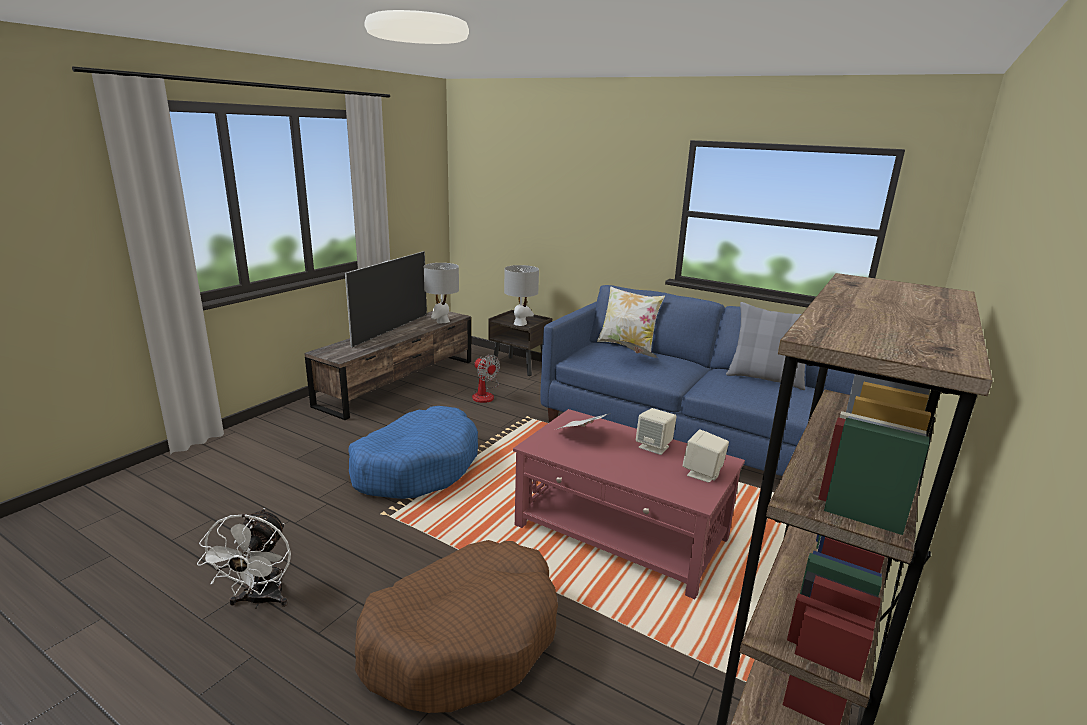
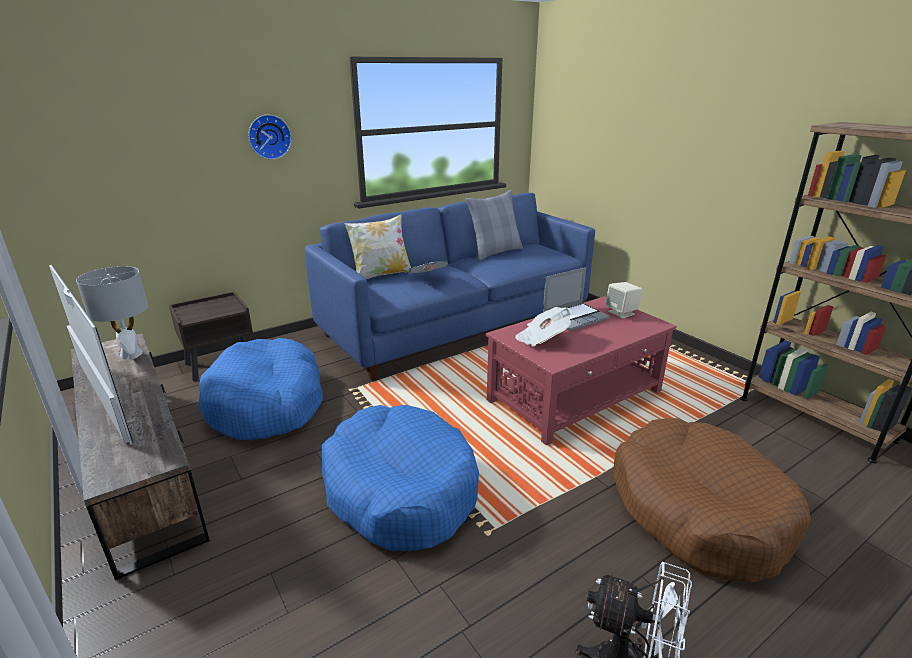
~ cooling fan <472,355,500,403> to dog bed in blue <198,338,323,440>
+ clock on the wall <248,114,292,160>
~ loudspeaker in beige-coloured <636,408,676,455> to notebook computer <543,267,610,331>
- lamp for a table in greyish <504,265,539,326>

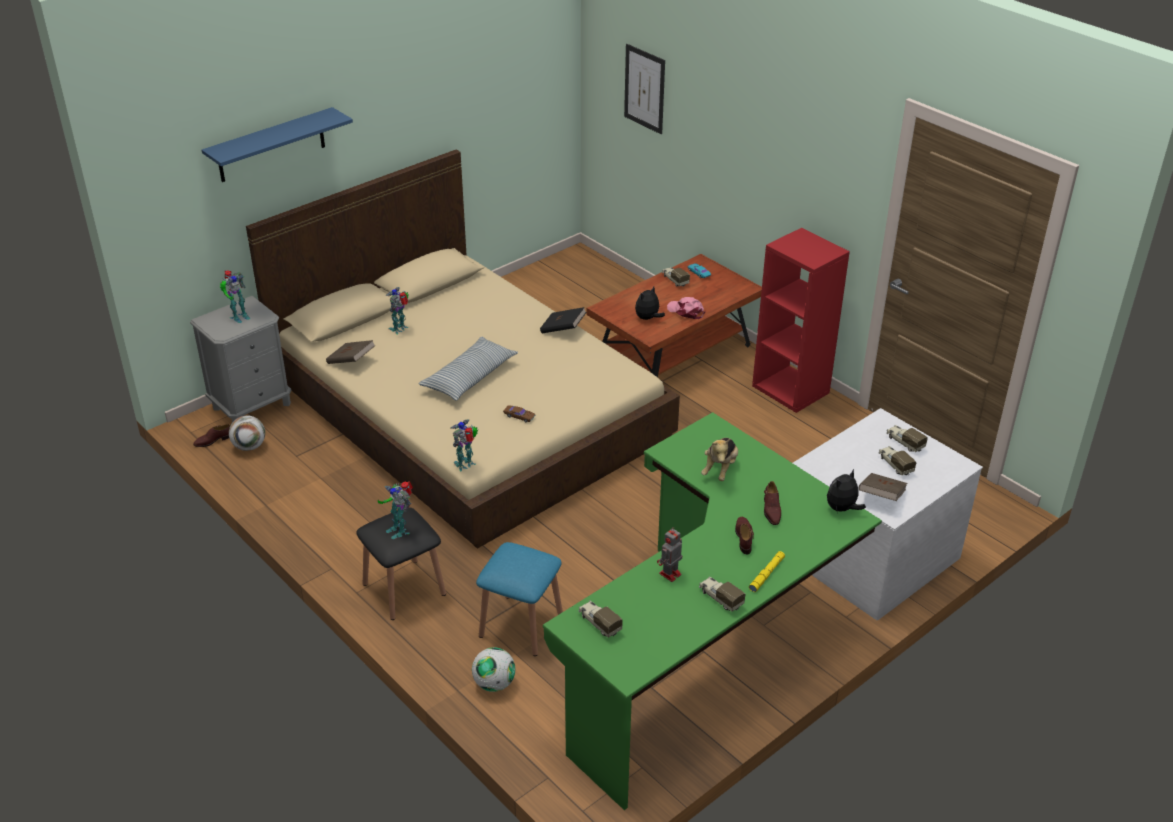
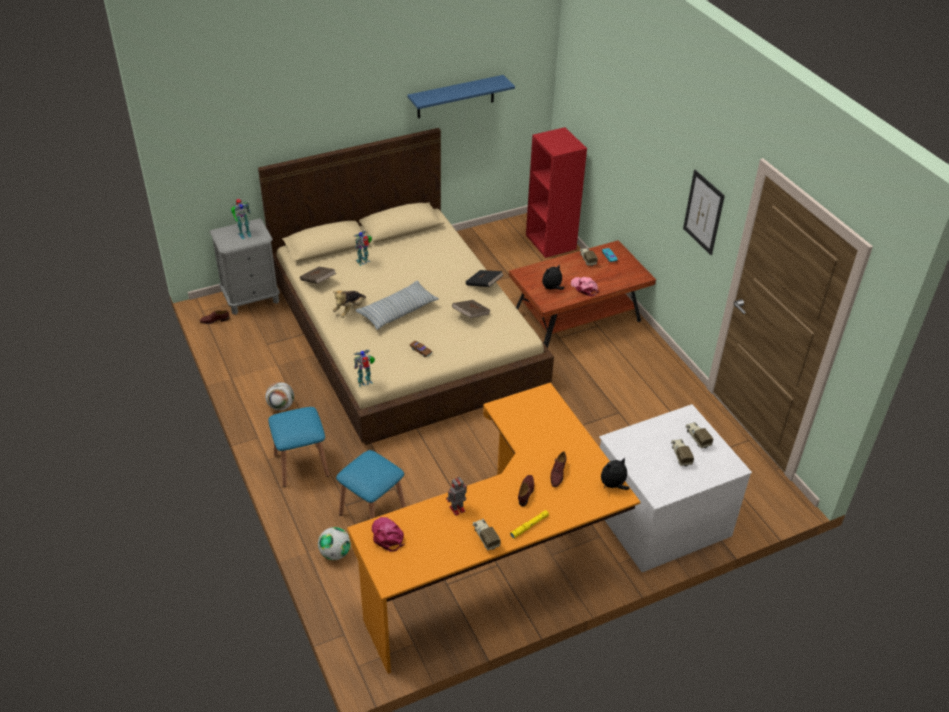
~ ball for football <229,415,265,451> to <265,382,294,411>
~ sitting stool in black <356,507,446,620> to sitting stool in blue <268,407,329,487>
~ cuddly toy <701,438,738,481> to <333,290,366,318>
~ desk table in green-coloured <543,412,882,810> to desk table in orange <347,383,640,674>
~ toy lorry <578,601,623,638> to baseball cap in pink-coloured <372,517,405,552>
~ bracket shelf in blue <202,107,353,182> to <407,75,515,118>
~ bound book in brown <859,473,908,501> to <452,300,490,318>
~ bookshelf in red <752,228,850,413> to <526,127,587,258>
~ wall picture <624,44,665,134> to <683,170,725,255>
- robot figure <378,481,413,539>

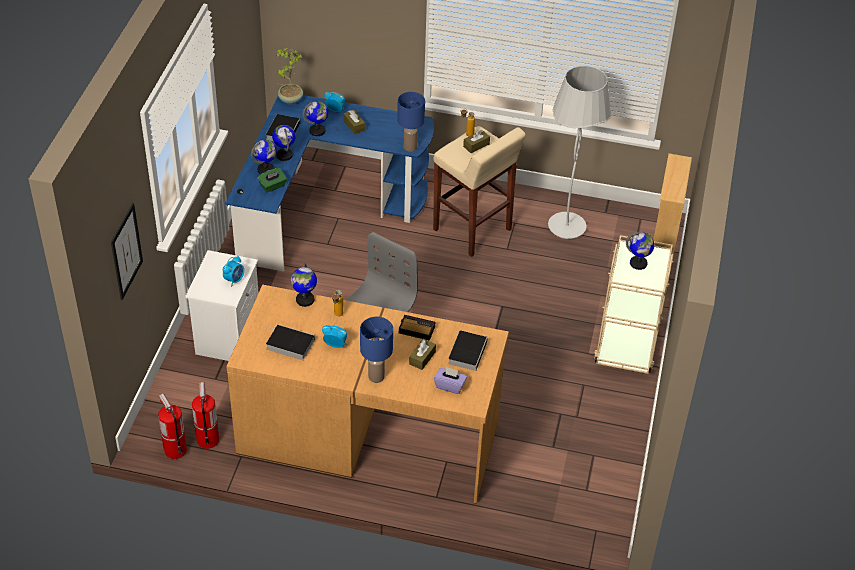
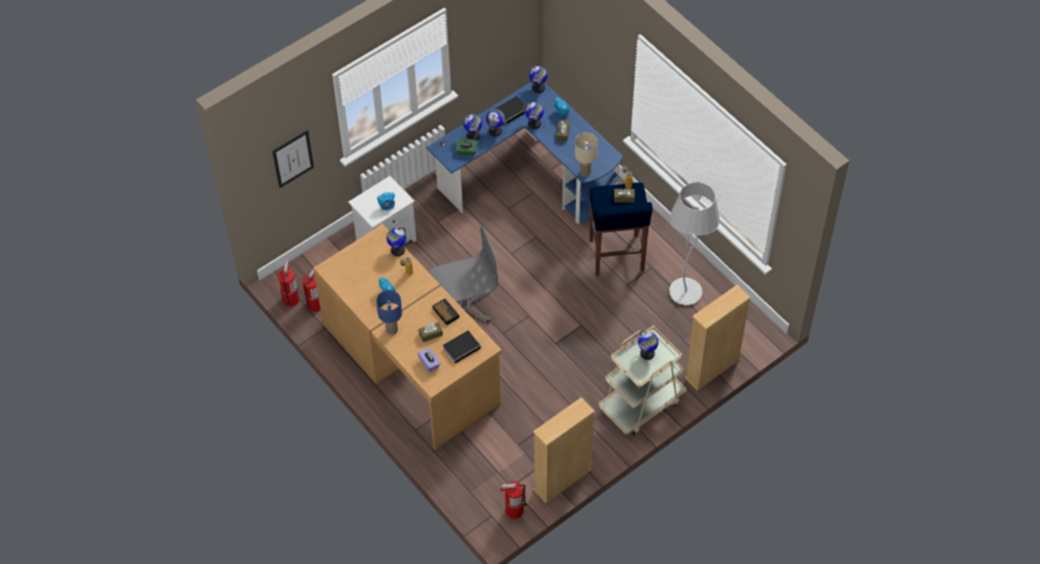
+ fire-fighting cylinder <500,481,527,519>
~ plant in a pot <275,48,304,105> to world globe <527,66,548,93>
+ bookshelf in beige-coloured <533,397,595,503>
~ lamp for a table in blue <397,92,425,151> to lamp for a table in beige-coloured <575,132,598,177>
~ sitting stool in beige-coloured <433,126,526,257> to sitting stool in blue <589,183,653,276>
- bound book <266,324,315,360>

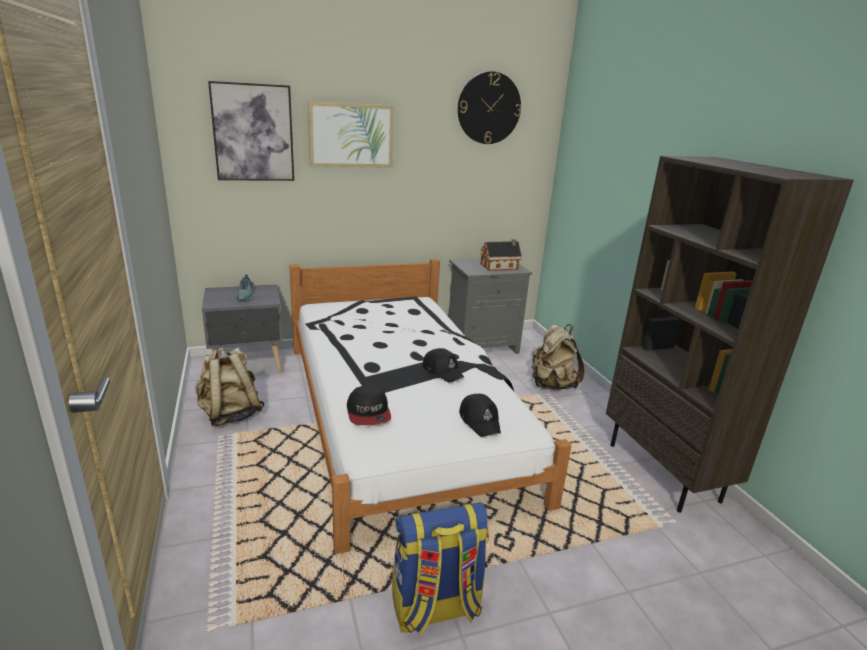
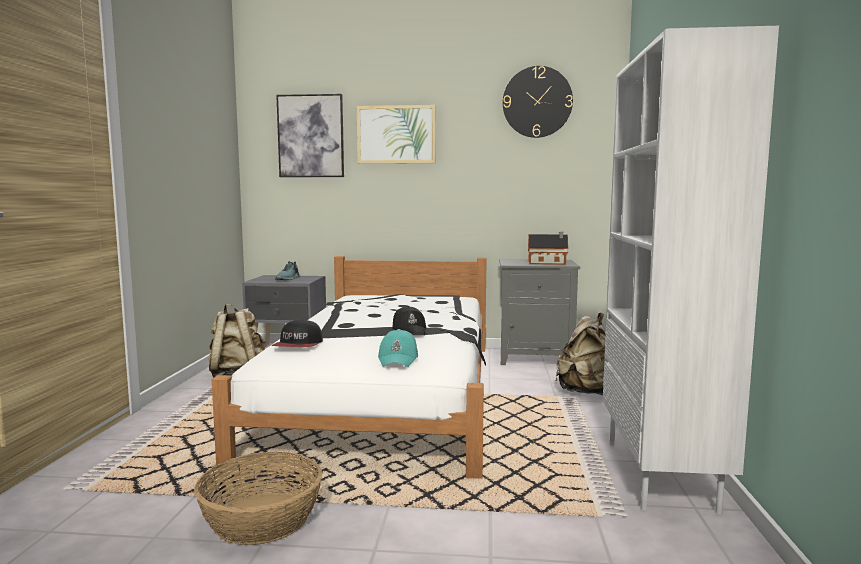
~ rucksack <392,502,489,634> to basket <194,452,322,545>
~ baseball cap in black <459,394,501,437> to baseball cap in blue-green <378,329,418,367>
~ bookshelf in brown <606,156,854,513> to bookshelf in white-coloured <603,26,779,514>

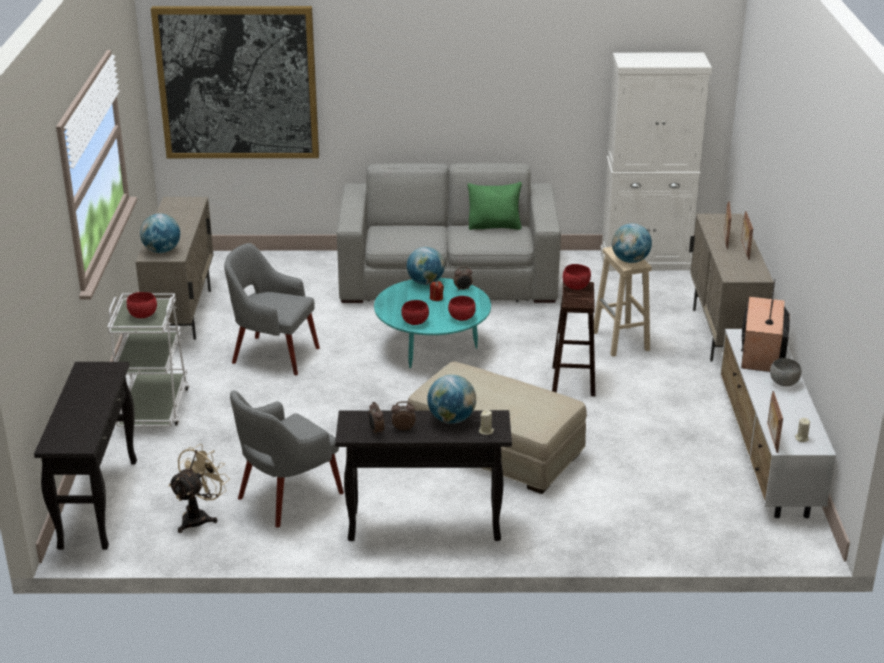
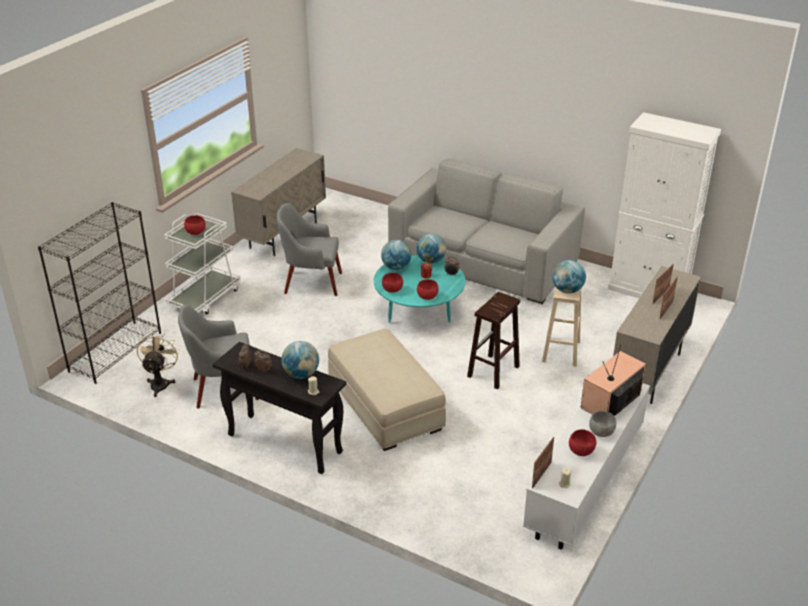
~ console table in black <34,362,137,550> to bookshelf in black <38,202,161,384>
~ cooling fan in beige-coloured <168,444,230,533> = <137,332,179,397> 60 degrees counterclockwise
~ armchair in greyish <224,243,320,375> = <277,203,342,296> 45 degrees counterclockwise
~ world globe <140,214,180,253> to <381,240,411,270>
~ serving bowl in red <563,264,591,290> to <569,430,596,456>
- wall picture <151,6,319,158>
- pillow in green-coloured <467,182,522,230>

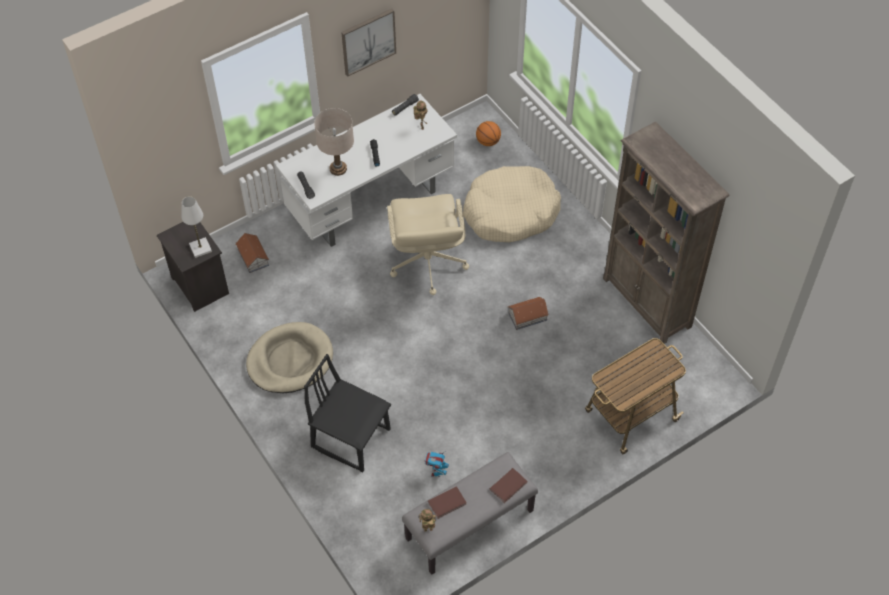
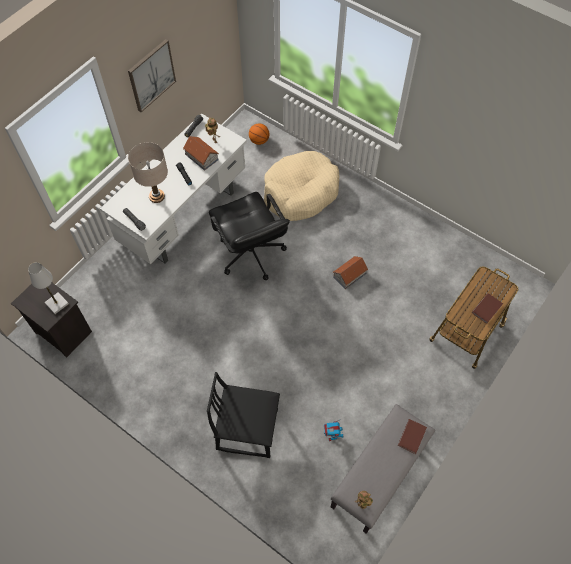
~ miniature house <235,233,269,273> to <183,136,219,170>
~ computer chair in beige-coloured <387,194,469,295> to computer chair in black <209,192,290,280>
~ bound book in brown <428,486,467,519> to <472,293,503,324>
- dog bed in beige-coloured <246,322,333,393>
- bookshelf in brown <603,122,729,344>

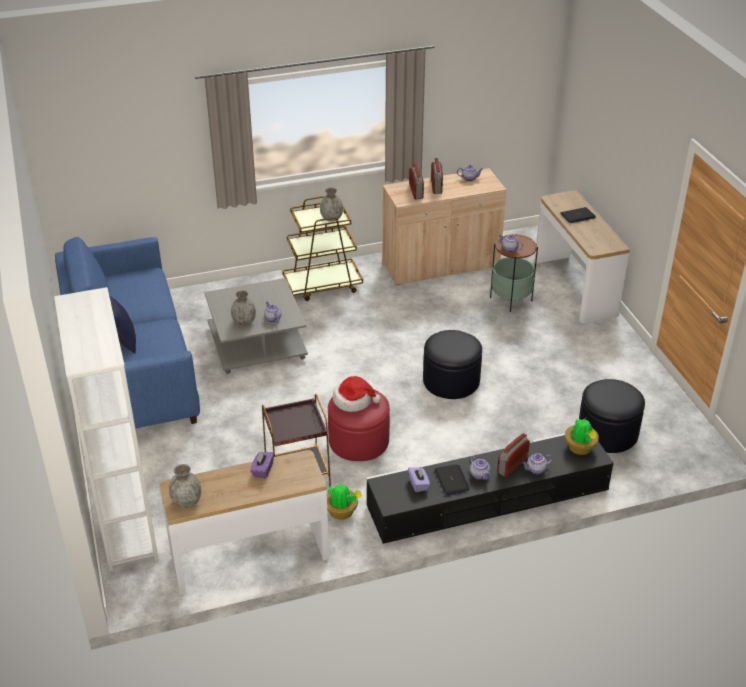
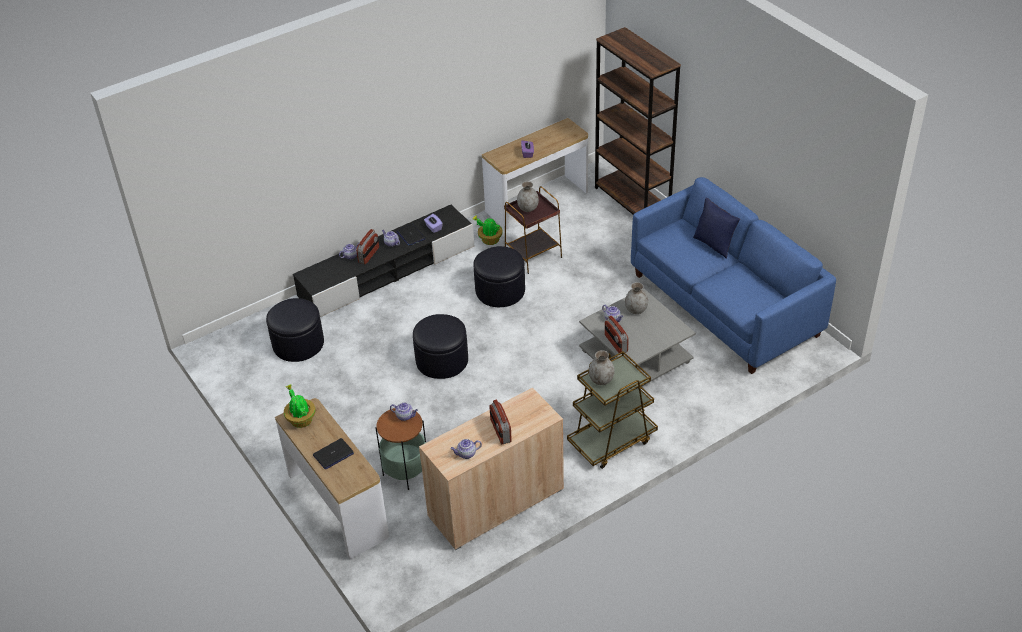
~ plant in a pot <565,418,599,455> to <284,384,316,428>
~ ottoman in red <328,390,390,461> to ottoman in black <473,246,525,307>
~ flower vase in greyish <169,464,201,508> to <517,181,539,212>
~ bookshelf in white-coloured <54,287,159,572> to bookshelf in brown <595,27,681,215>
~ radio receiver <409,163,424,200> to <605,316,629,353>
- hat <333,376,381,412>

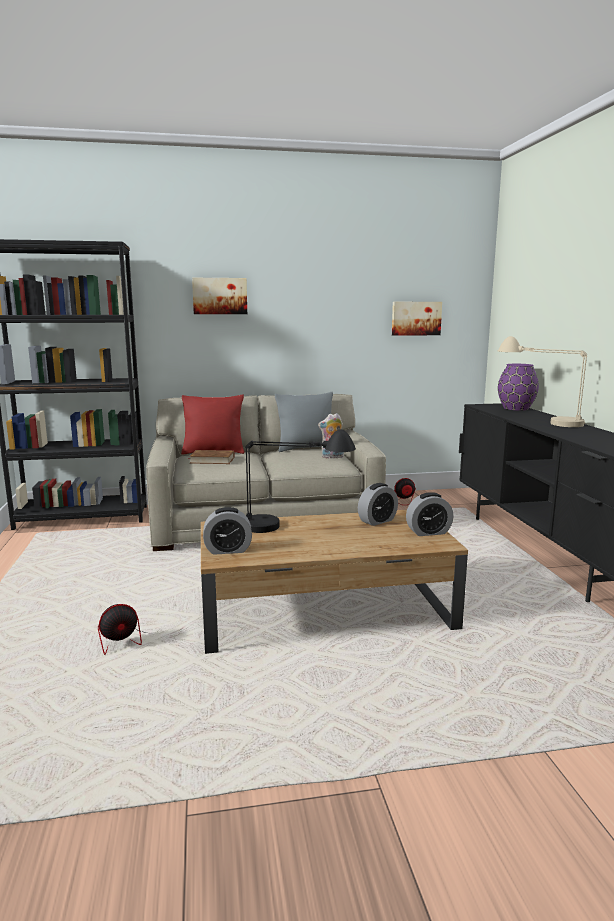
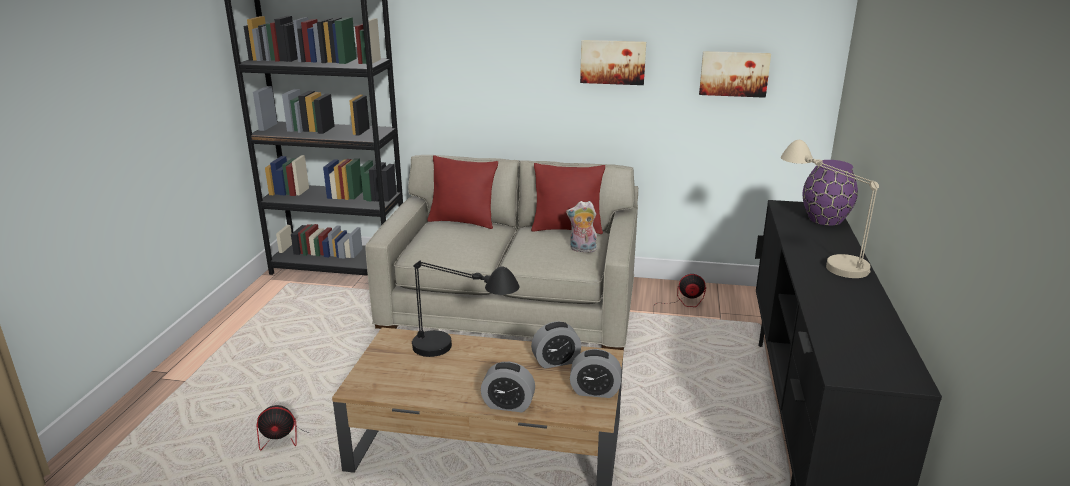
~ alarm clock <203,507,252,555> to <481,362,535,412>
~ pillow in greyish <275,392,333,452> to pillow in red <531,163,605,234>
~ wall picture <192,278,247,314> to <580,40,646,85>
- bound book in brown <188,450,235,464>

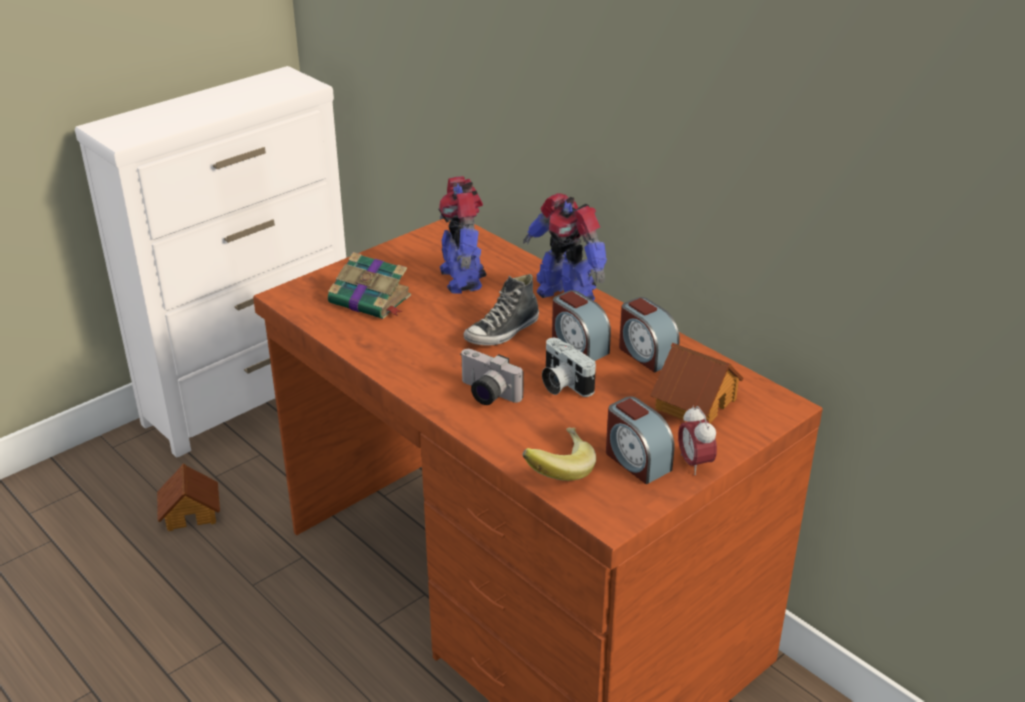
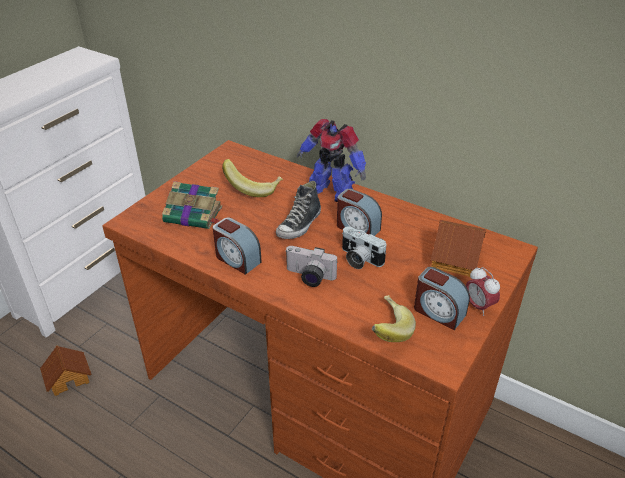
~ alarm clock <619,297,680,373> to <213,218,262,275>
~ robot figure <438,176,487,294> to banana fruit <222,159,283,197>

